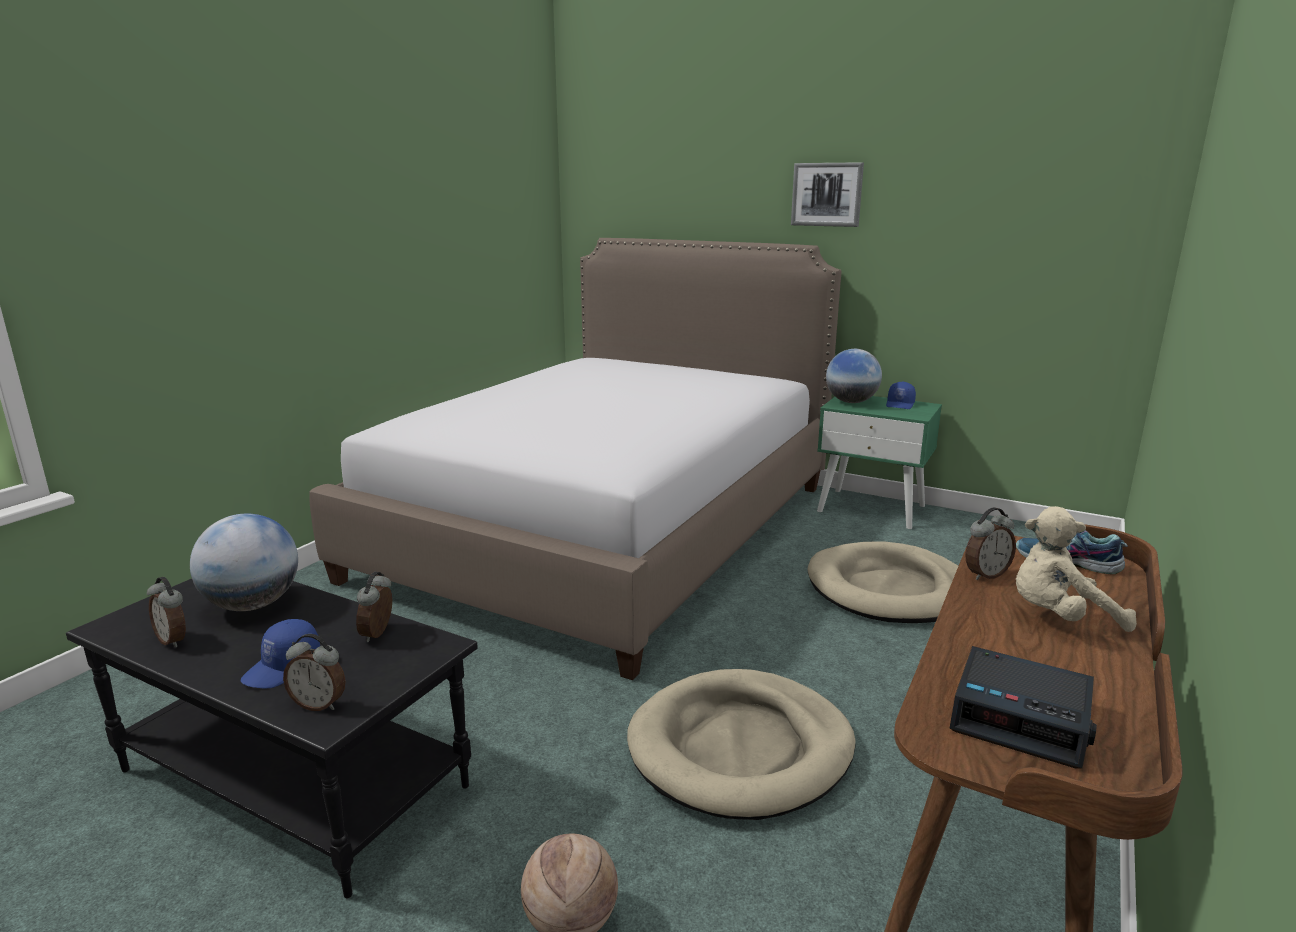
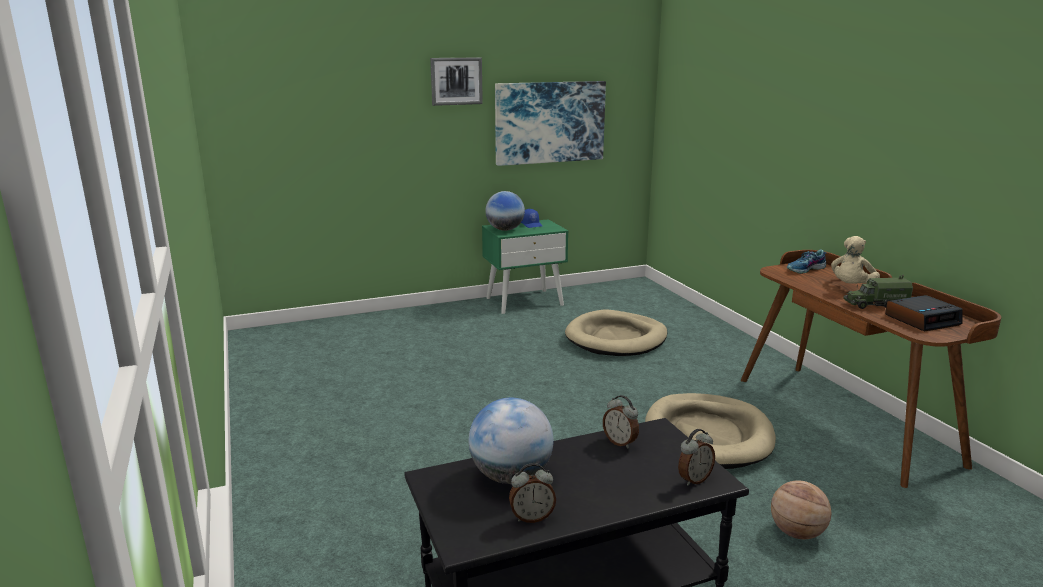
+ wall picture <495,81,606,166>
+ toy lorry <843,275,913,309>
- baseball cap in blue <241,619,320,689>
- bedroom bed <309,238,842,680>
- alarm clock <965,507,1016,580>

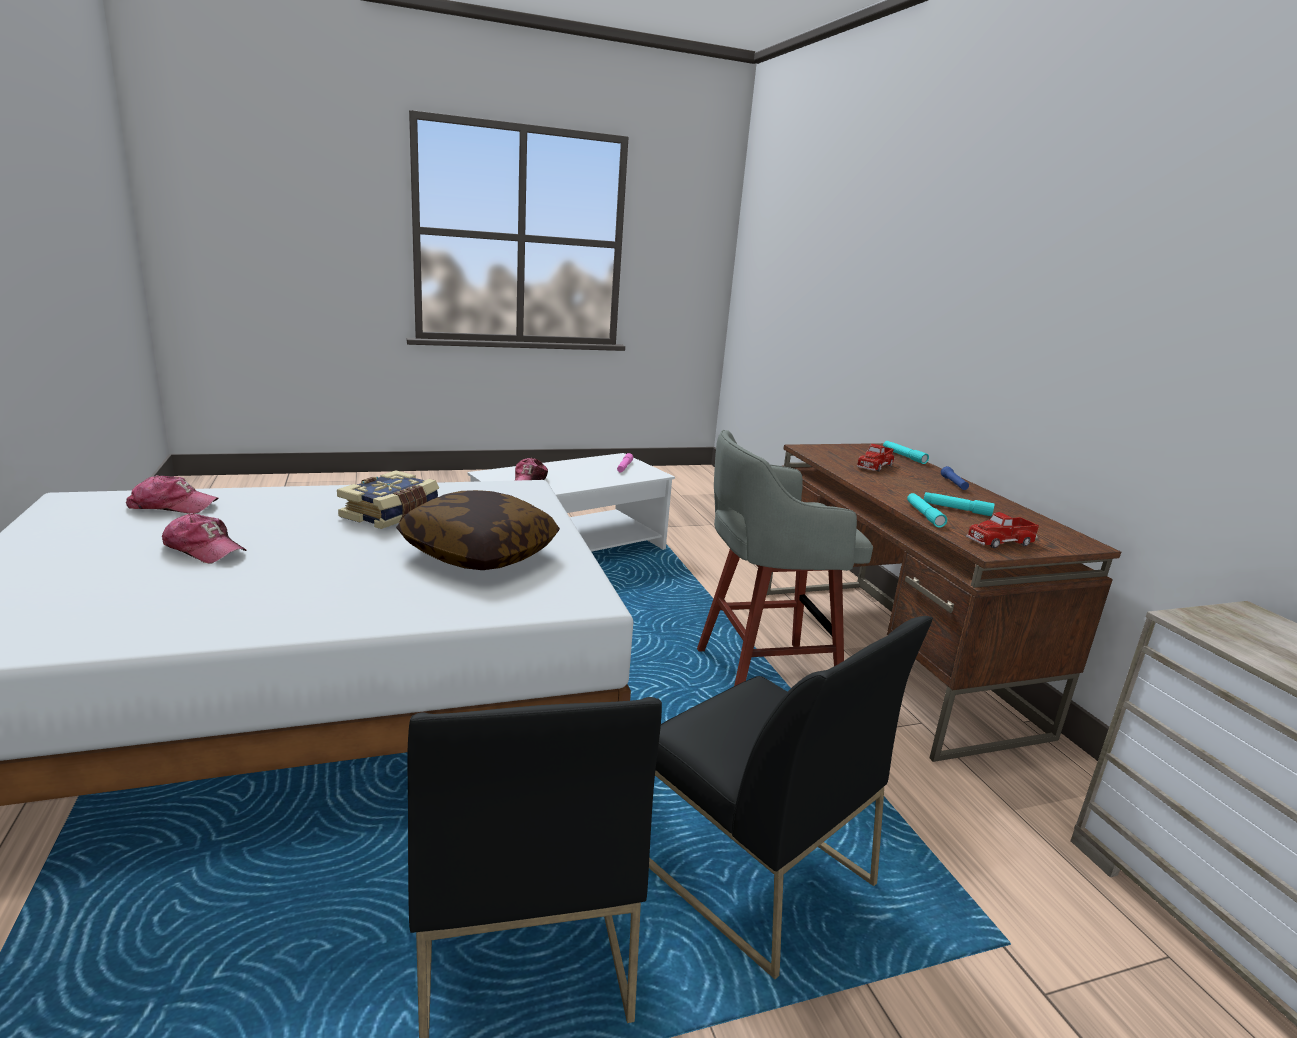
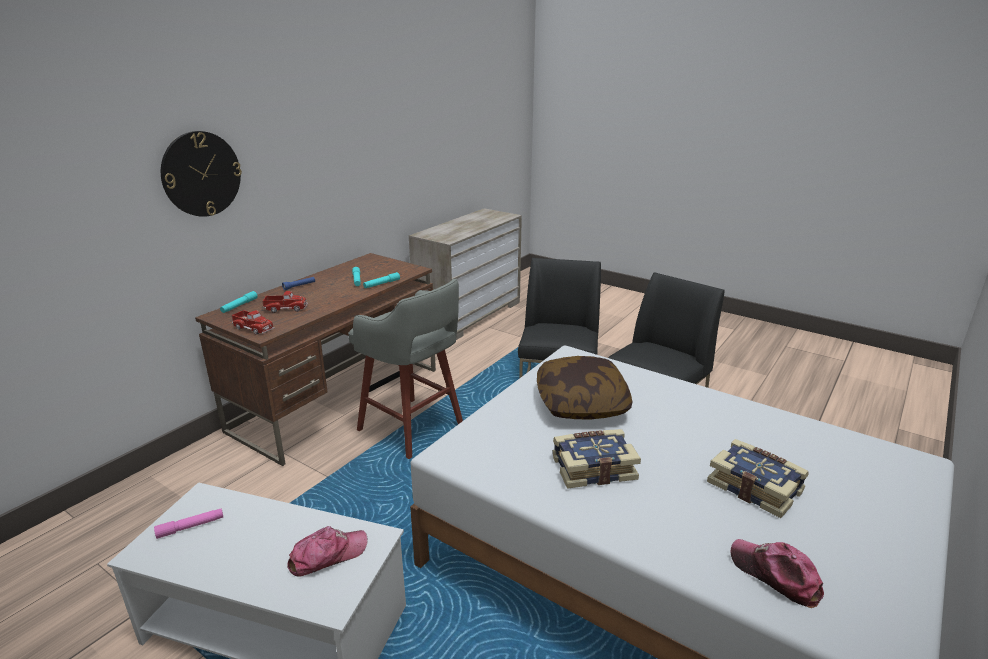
+ clock on the wall <161,131,242,217>
~ toy lorry <966,512,1039,548> to <232,310,275,335>
~ baseball cap <162,513,246,564> to bound book <707,439,808,518>

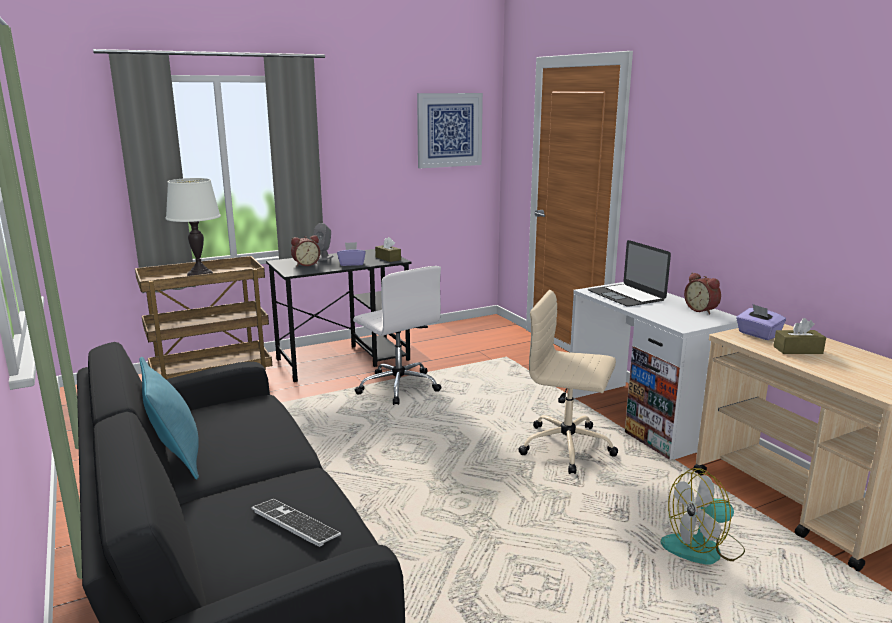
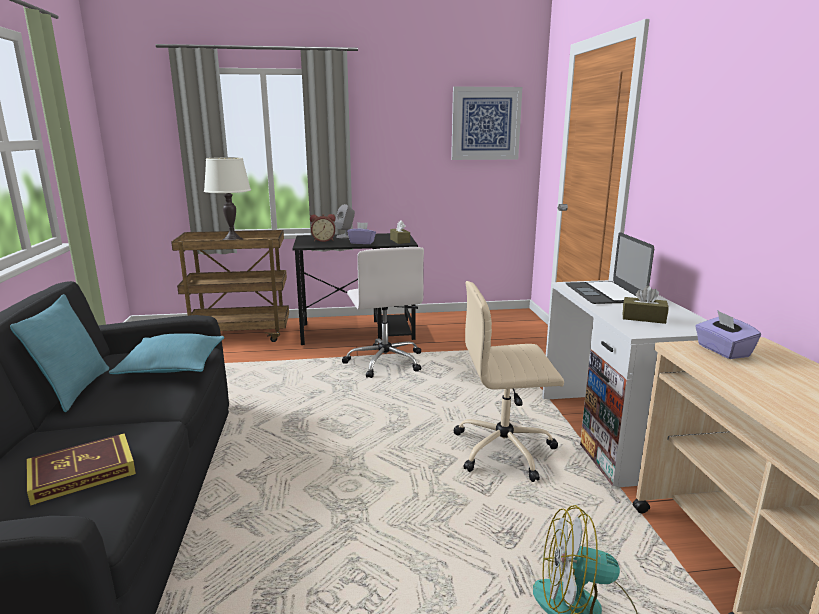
~ computer keyboard <251,499,341,547> to bound book <27,433,136,506>
+ pillow in blue-green <109,333,224,374>
~ computer chair in beige-coloured <518,290,618,474> = <453,281,564,482> 45 degrees counterclockwise
~ tissue box in brown <774,318,826,354> to <623,286,669,324>
- alarm clock <684,273,721,314>

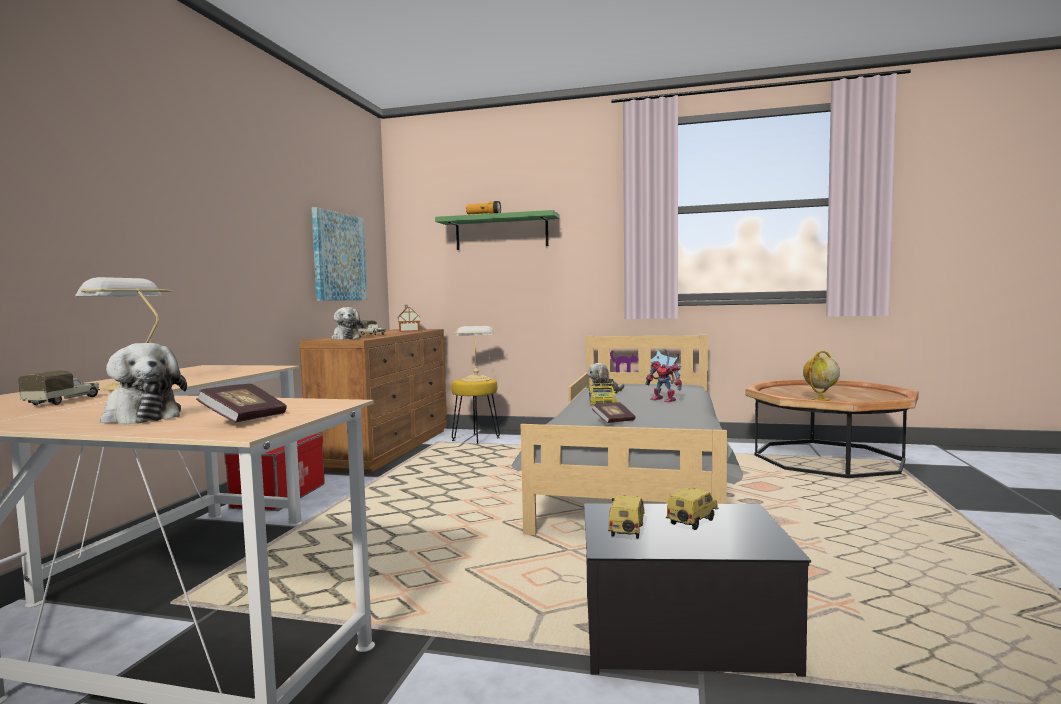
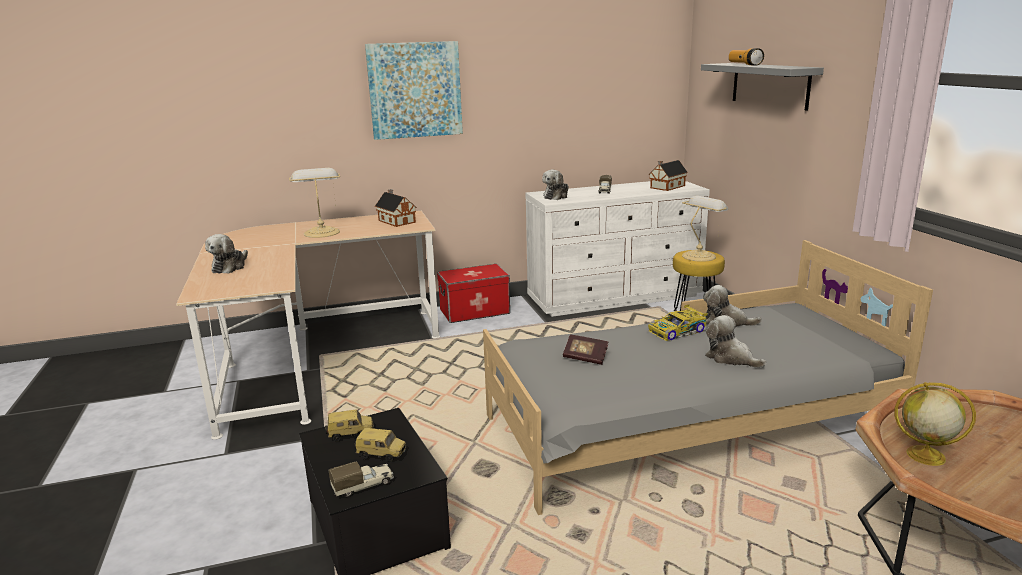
~ toy lorry <18,370,100,405> to <329,461,394,497>
~ wall picture <312,207,367,301> to <365,41,463,140>
+ miniature house <375,189,417,227>
~ chest of drawers in brown <299,329,447,473> to chest of drawers in white-coloured <525,181,710,317>
~ bracket shelf in green-coloured <435,210,560,250> to bracket shelf in greyish <701,63,824,111>
~ robot figure <646,349,682,403> to cuddly toy <705,315,766,368>
- bound book <196,384,287,423>

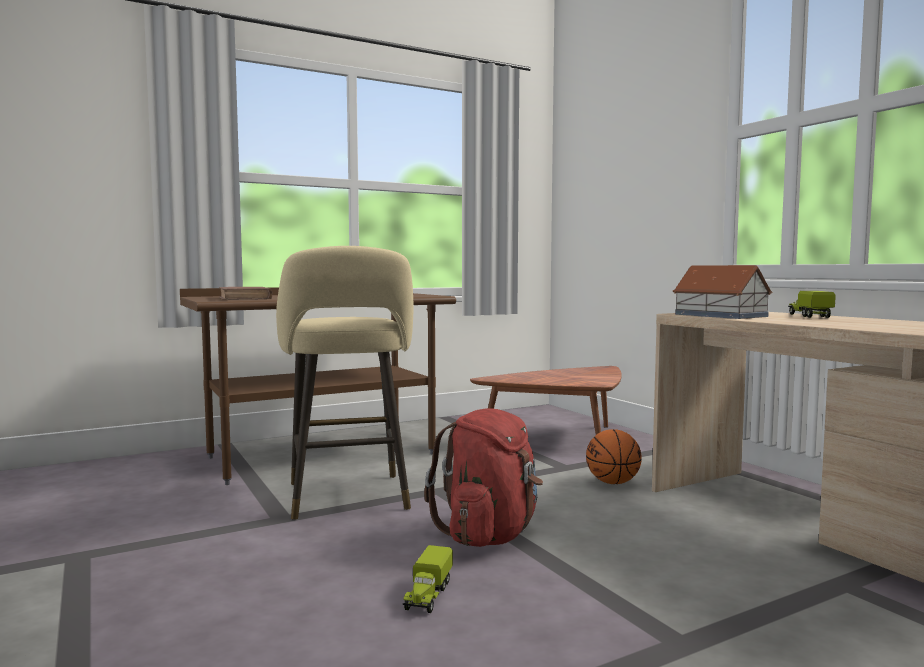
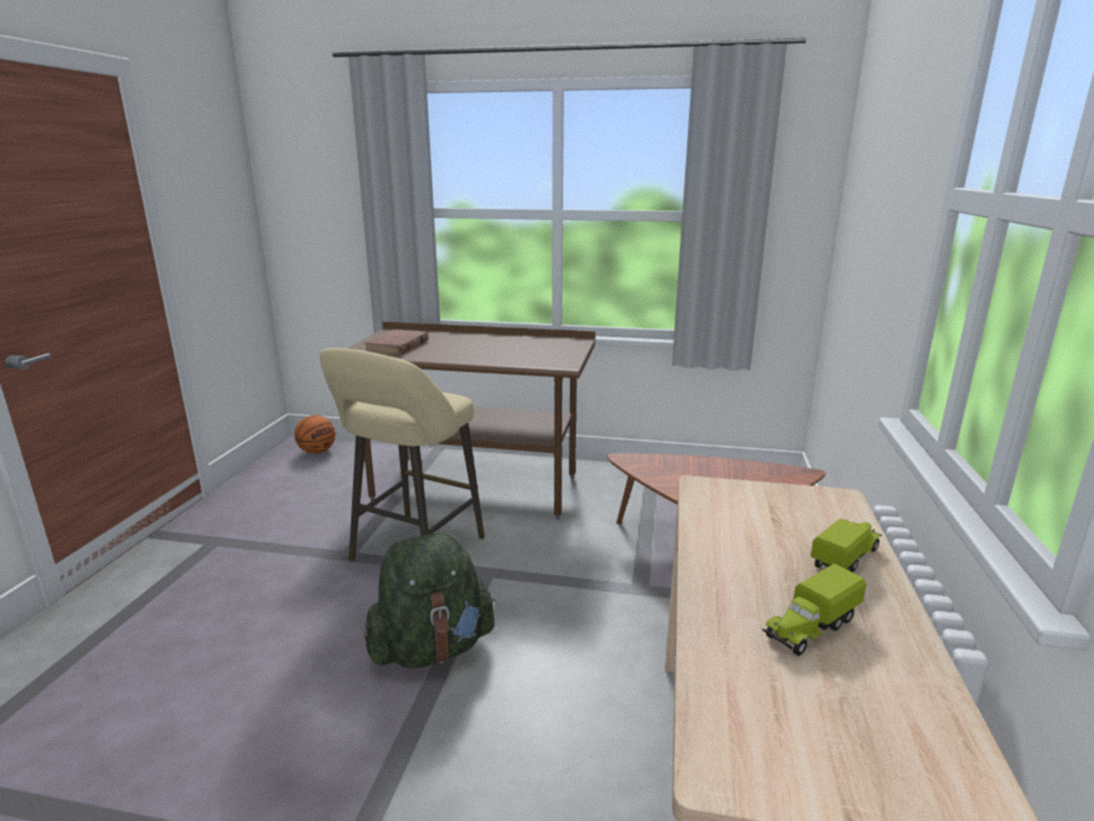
~ ball for basketball <586,429,642,484> to <294,415,335,454>
~ rucksack in red <424,409,543,547> to rucksack in green-coloured <364,532,496,668>
~ toy lorry <403,545,453,613> to <762,564,867,656>
- miniature house <673,265,772,319>

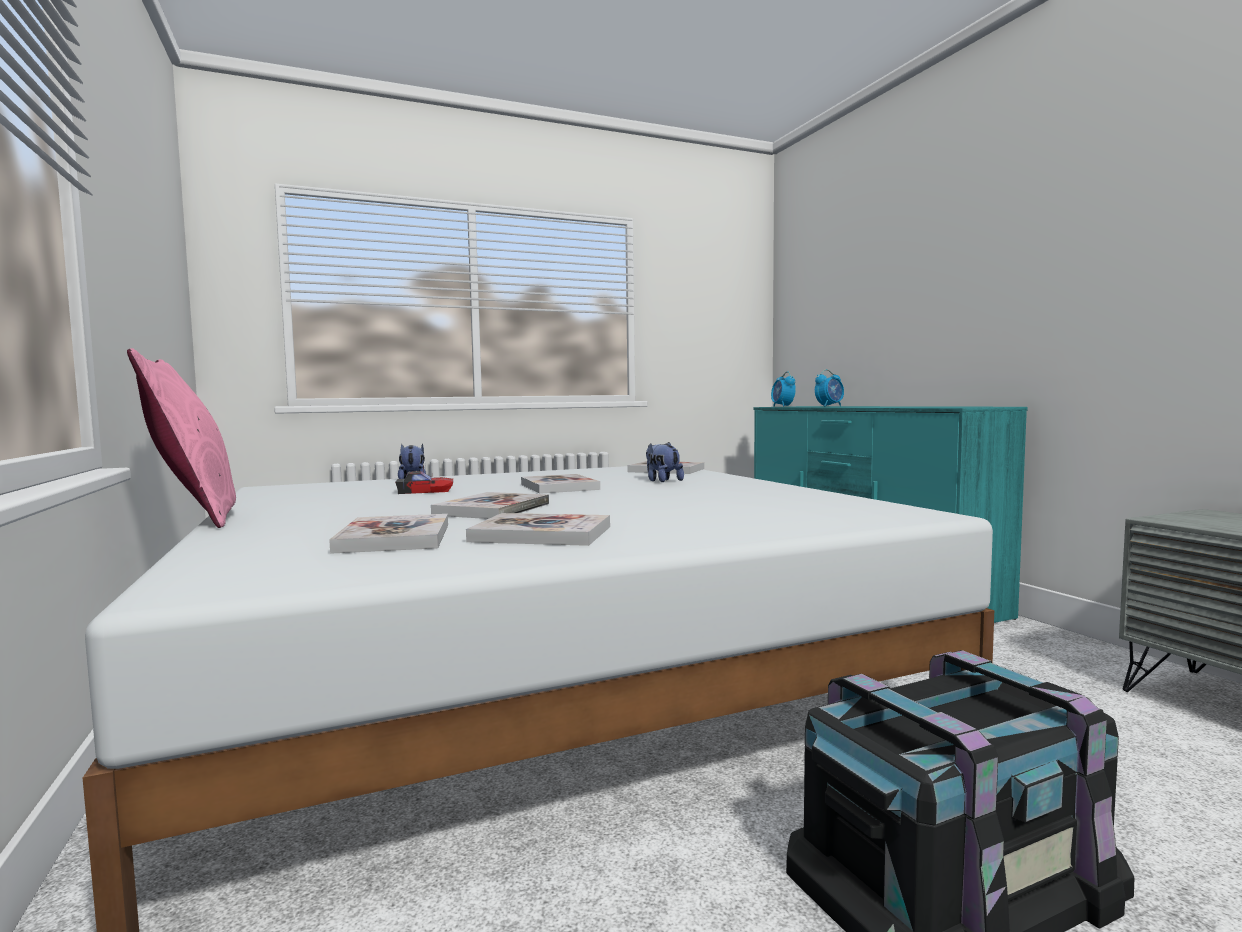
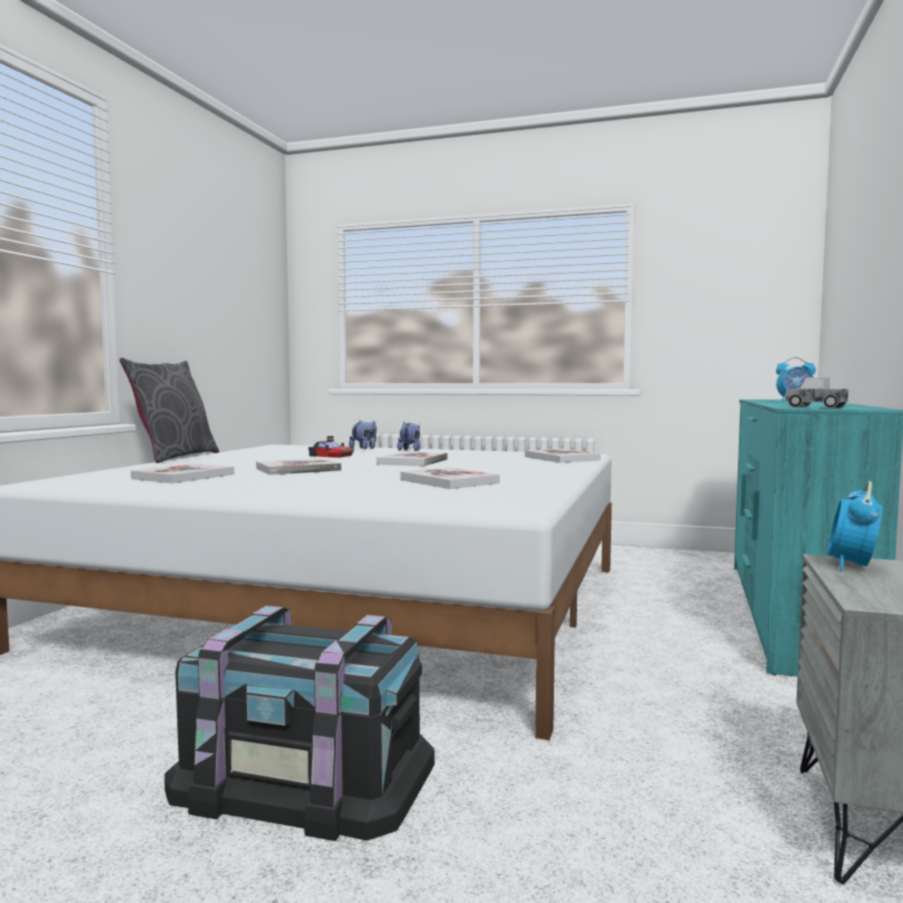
~ pillow in pink-coloured <127,348,236,528> to pillow in greyish <119,358,219,463>
~ cuddly toy <646,442,684,482> to <397,422,421,451>
~ bound book <466,513,610,546> to <400,467,500,489>
+ toy lorry <785,377,849,408>
~ alarm clock <771,371,796,407> to <828,481,882,571>

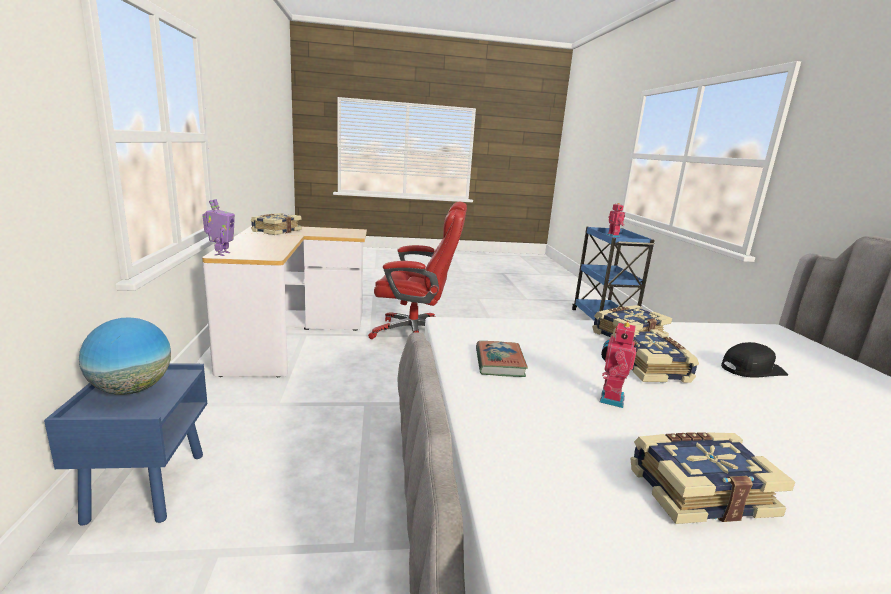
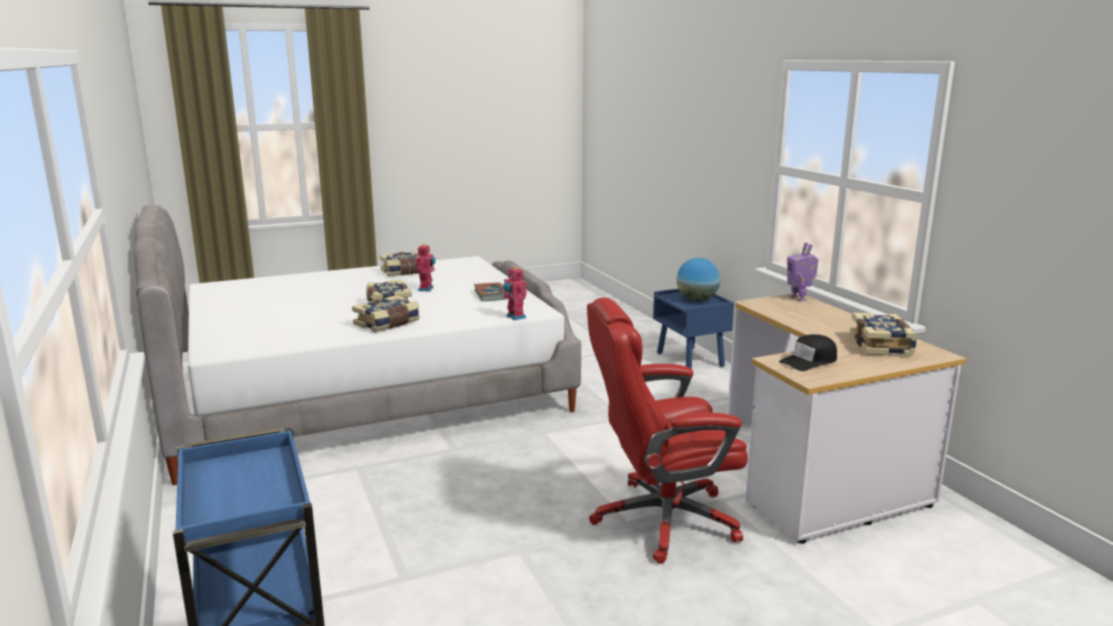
~ robot figure <607,203,625,237> to <503,267,527,320>
~ baseball cap in black <721,342,788,378> to <779,334,837,371>

